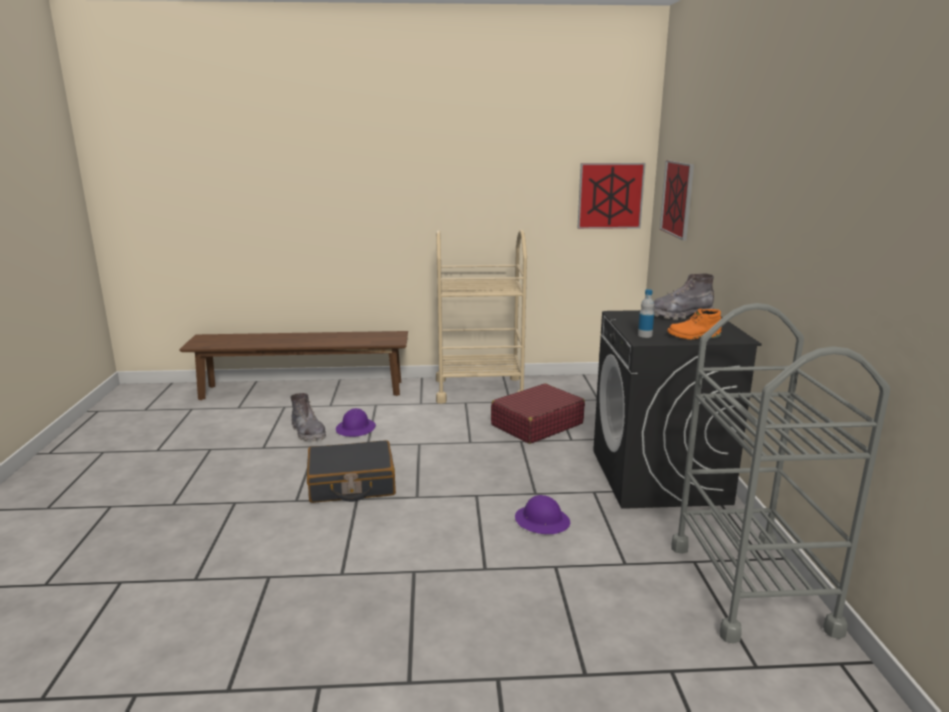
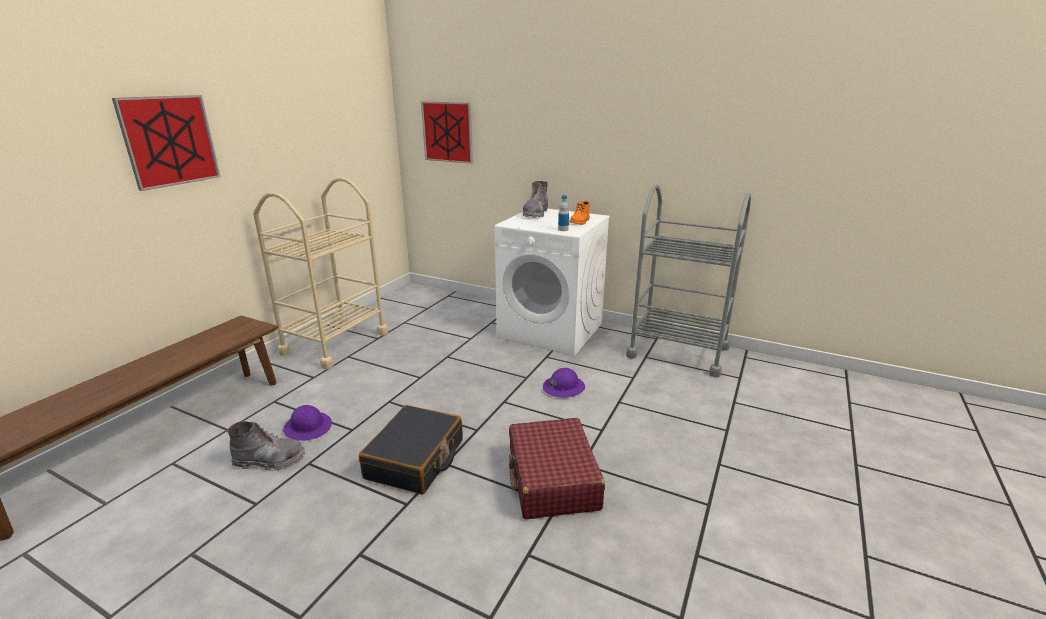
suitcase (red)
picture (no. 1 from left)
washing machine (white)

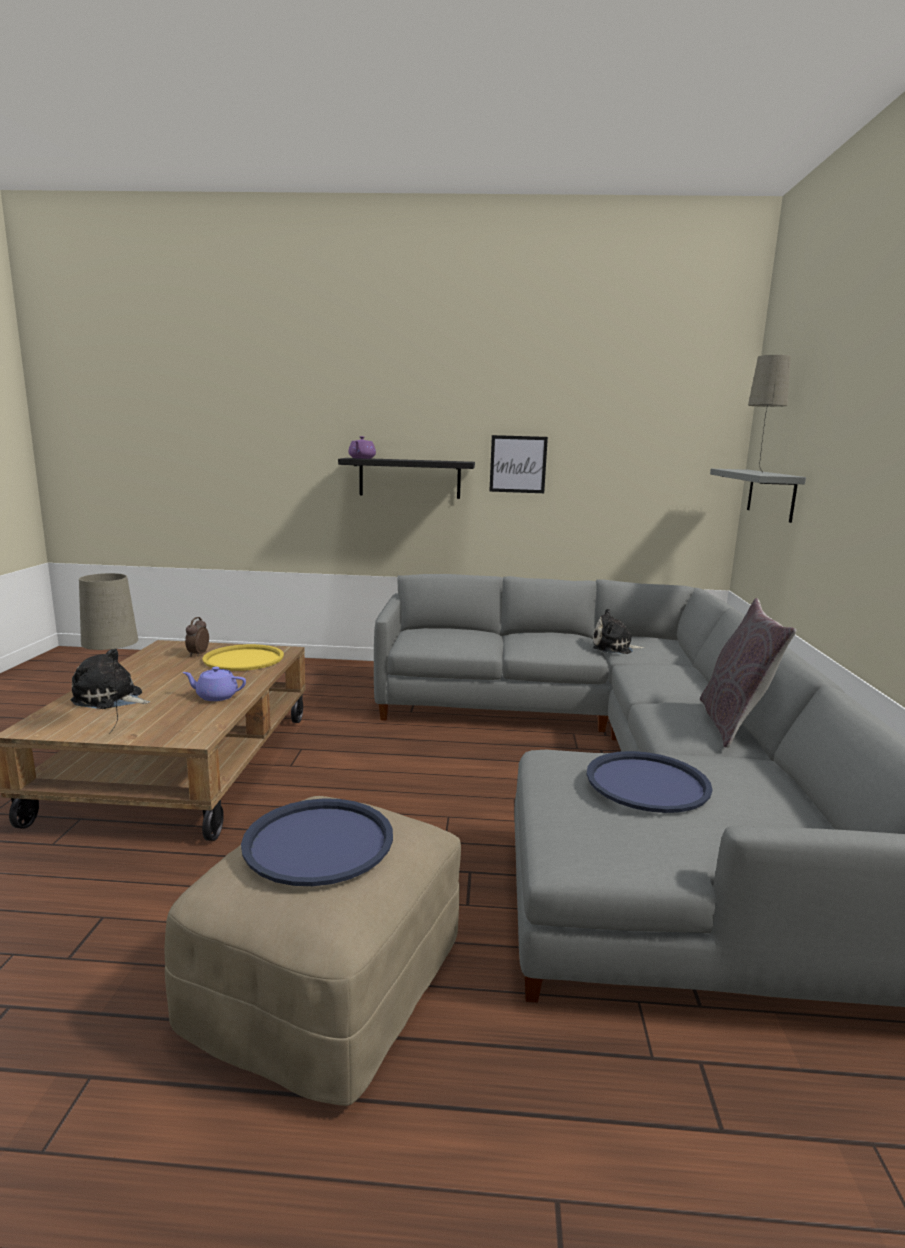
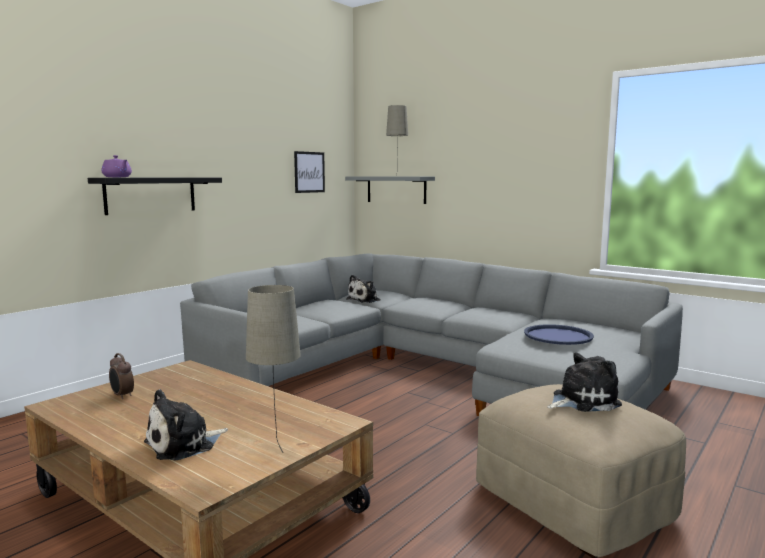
teapot (purple) (no. 1 from left in the first image)
tray (yellow)
plush toy (no. 3 from left)
picture
pillow (grey)

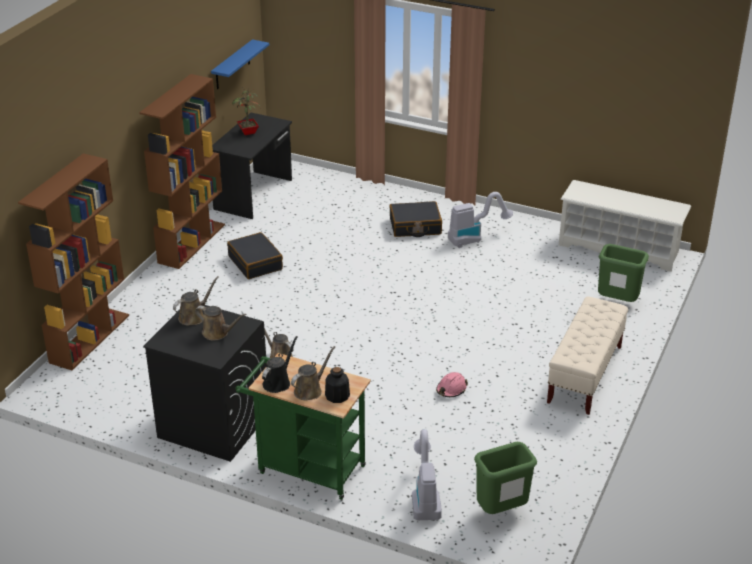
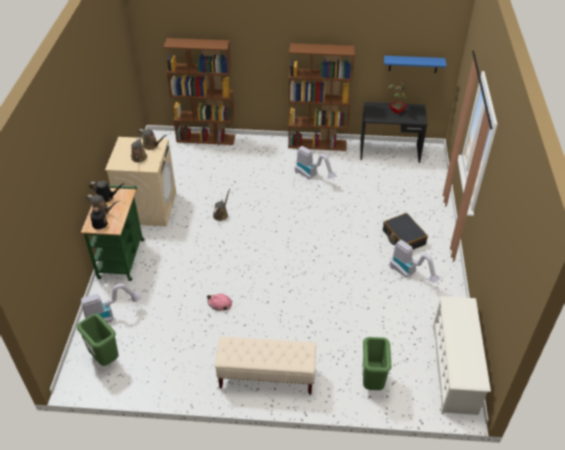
washing machine (beige)
vacuum cleaner (no. 2 from left)

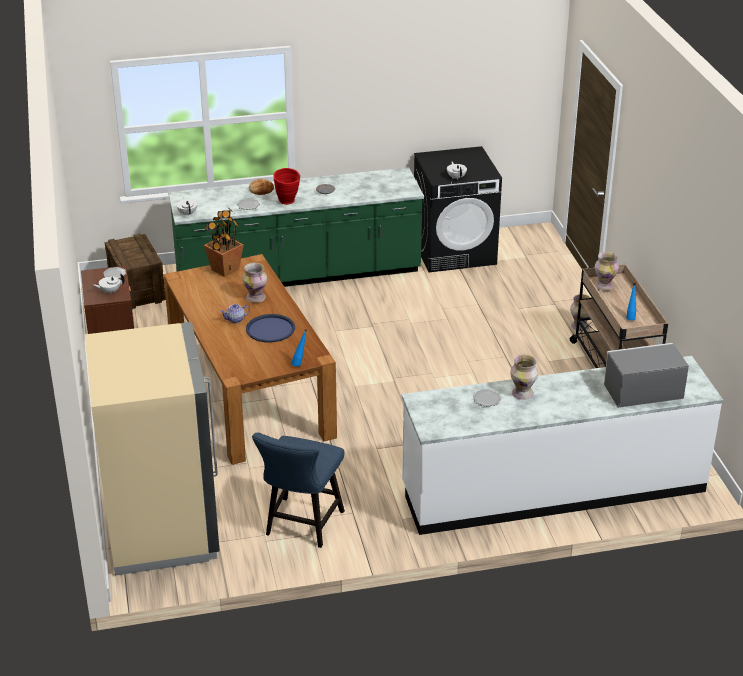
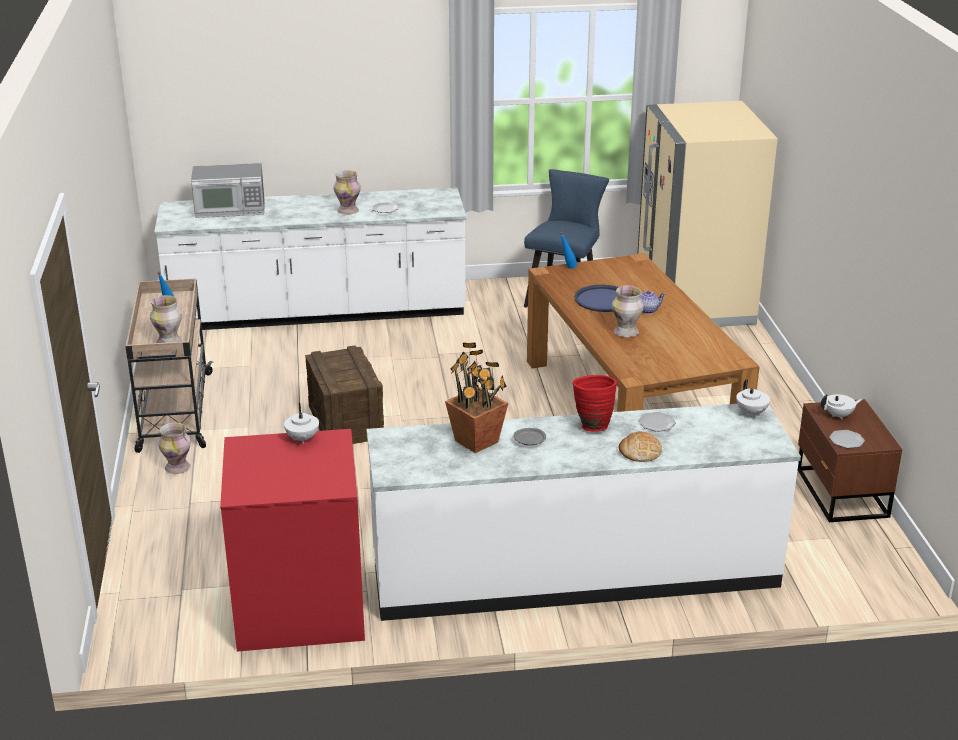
crate
counter (white) (no. 2 from left)
potted plant
washing machine (red)

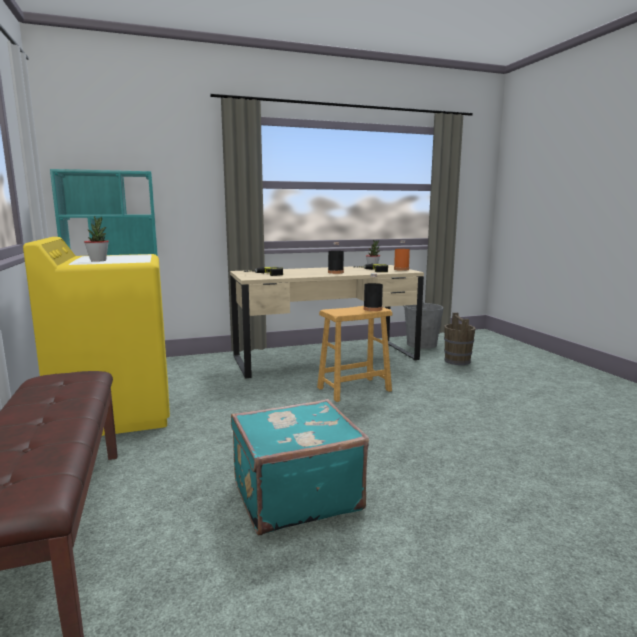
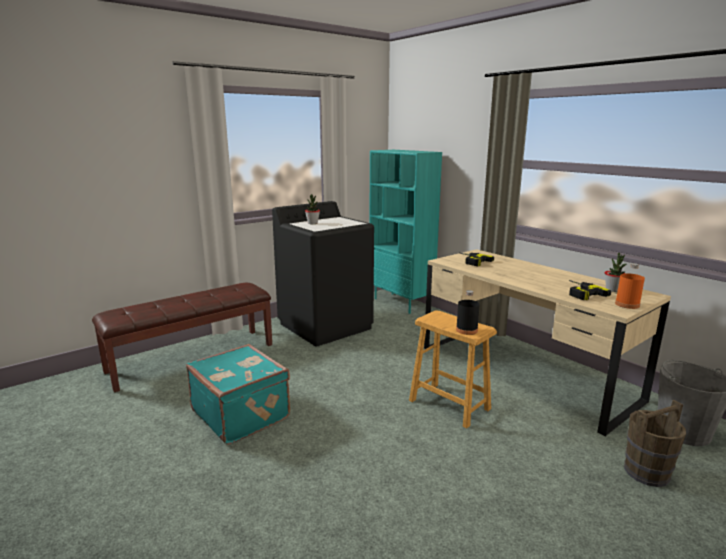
washing machine (black)
bottle (black) (no. 1 from left in the first image)

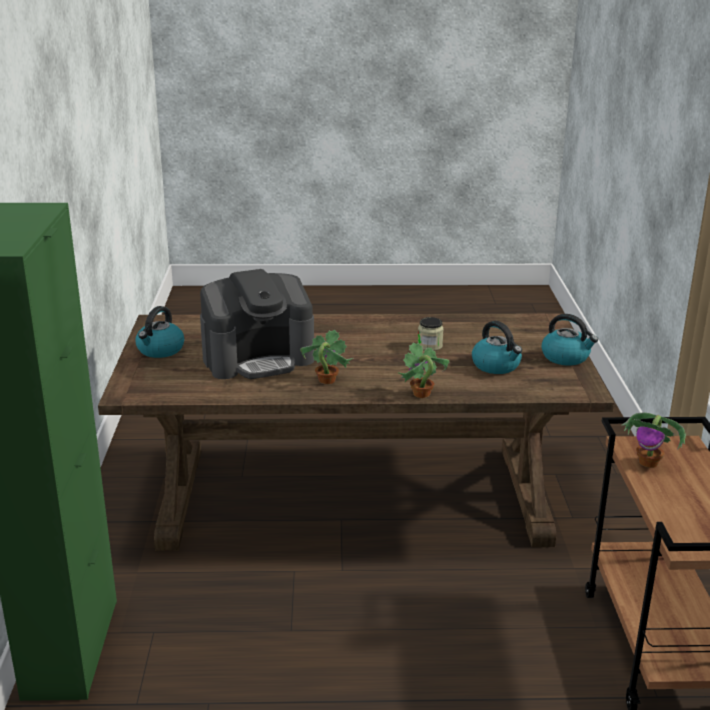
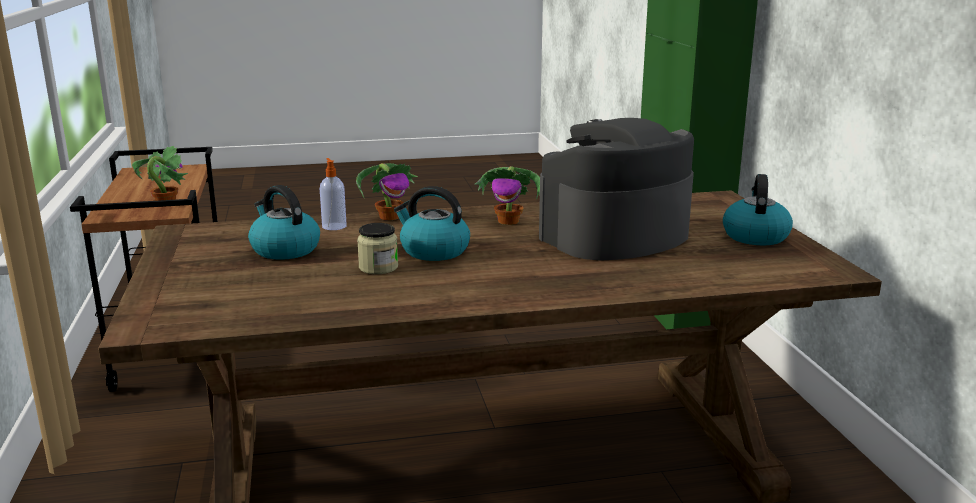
kettle (no. 2 from left)
soap dispenser

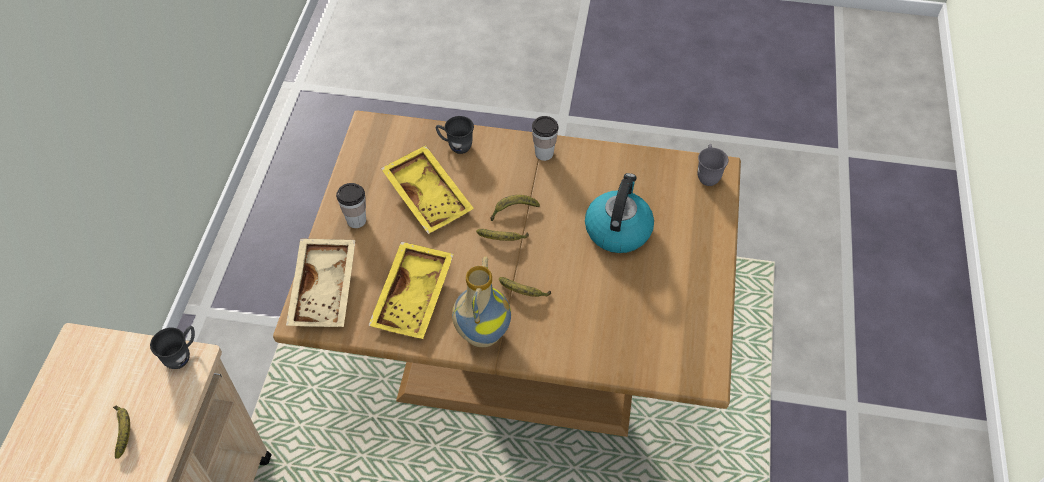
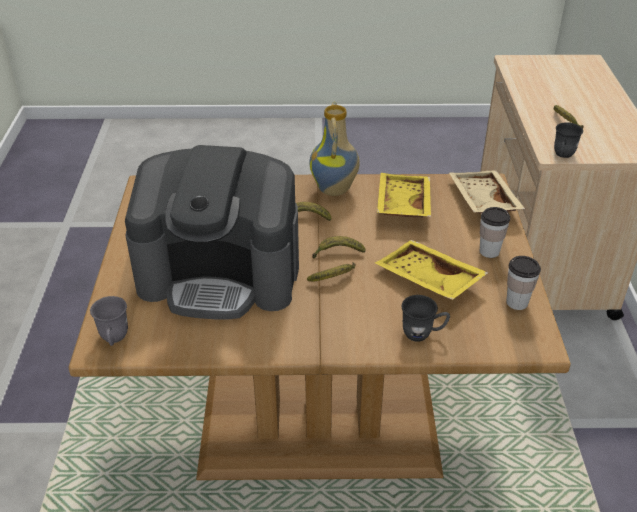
cup (no. 2 from left)
coffee machine

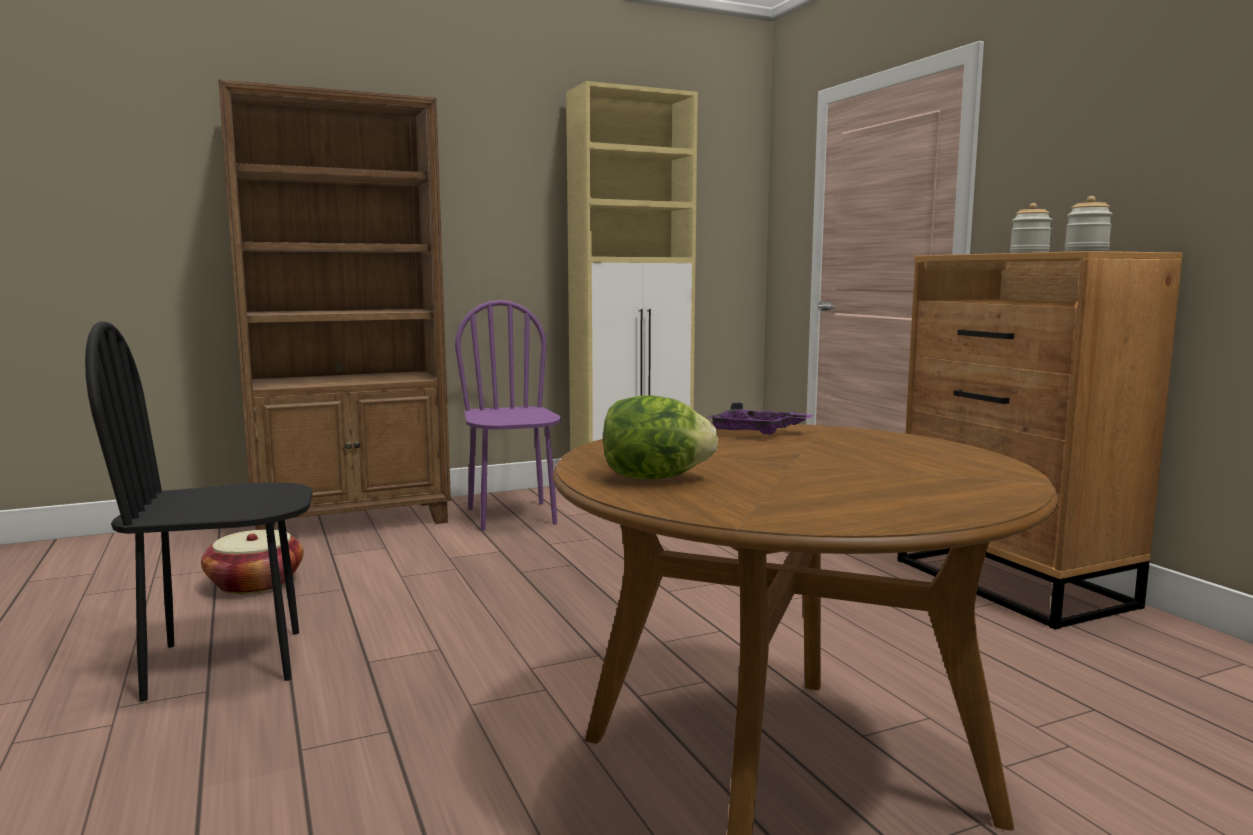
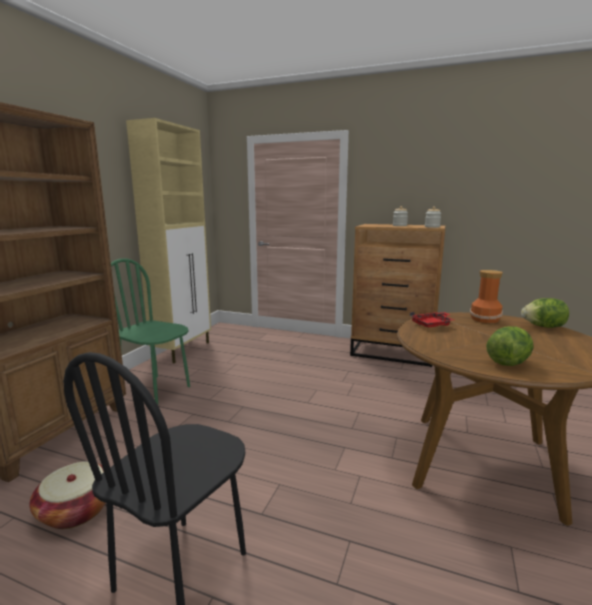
chair (green)
tray (red)
vase
lettuce (no. 2 from left)

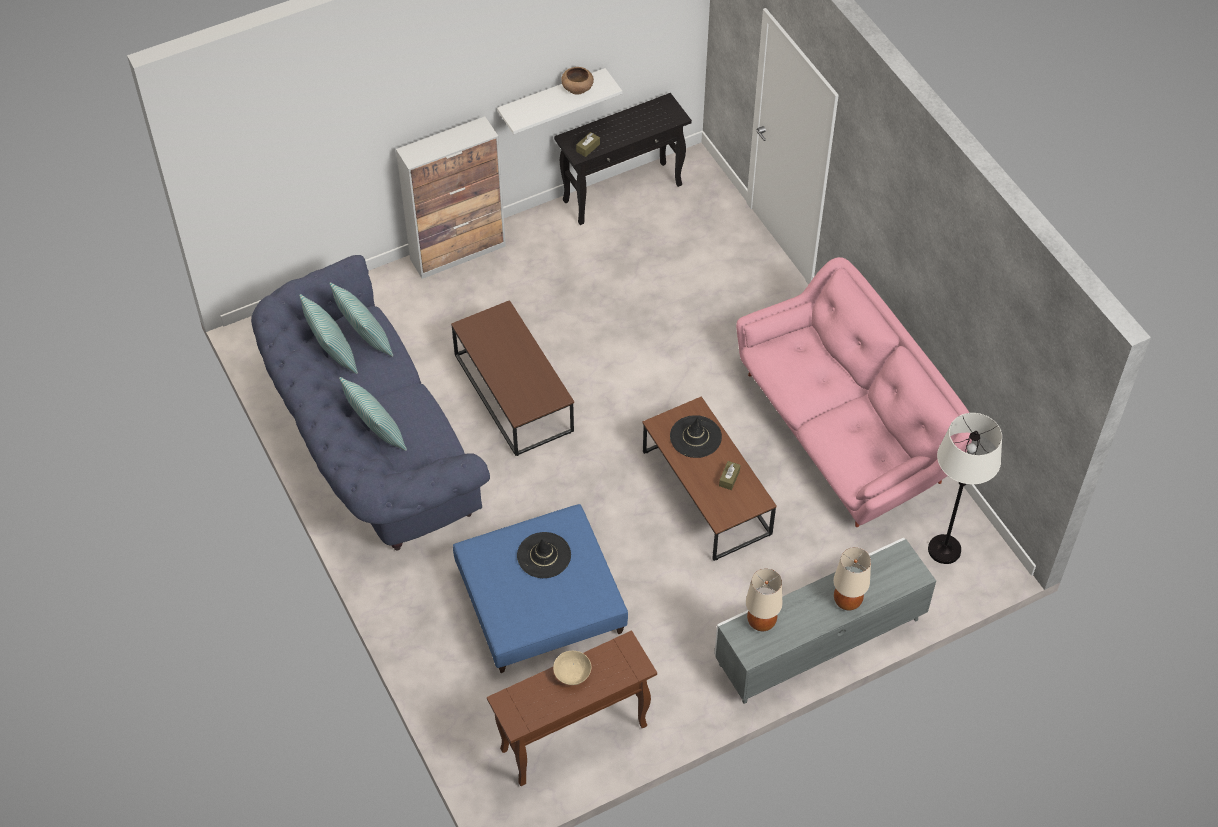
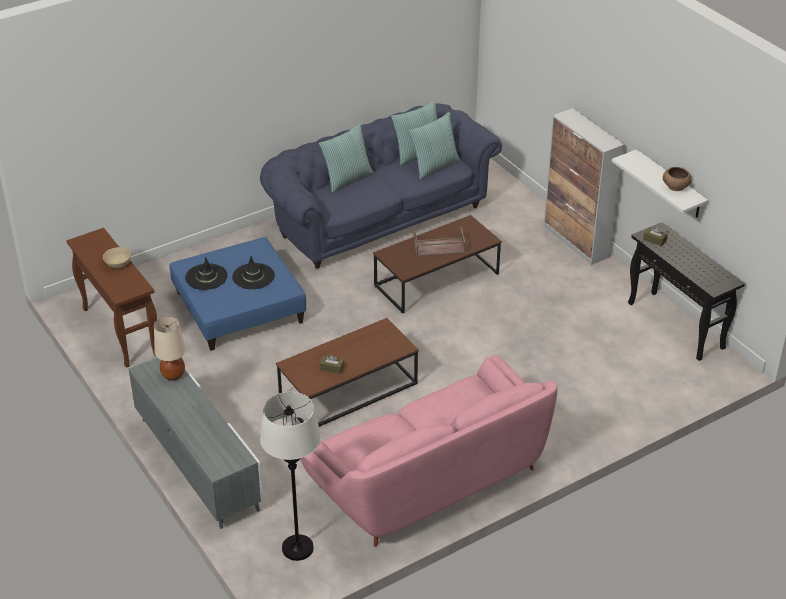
hat (black) (no. 1 from left)
table lamp (beige) (no. 2 from left in the first image)
tray (brown)

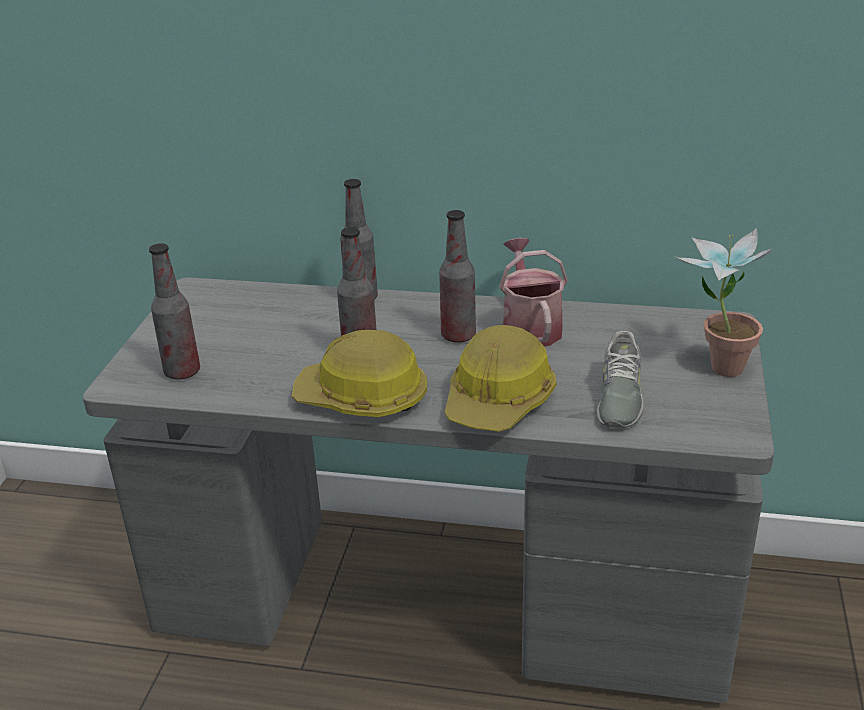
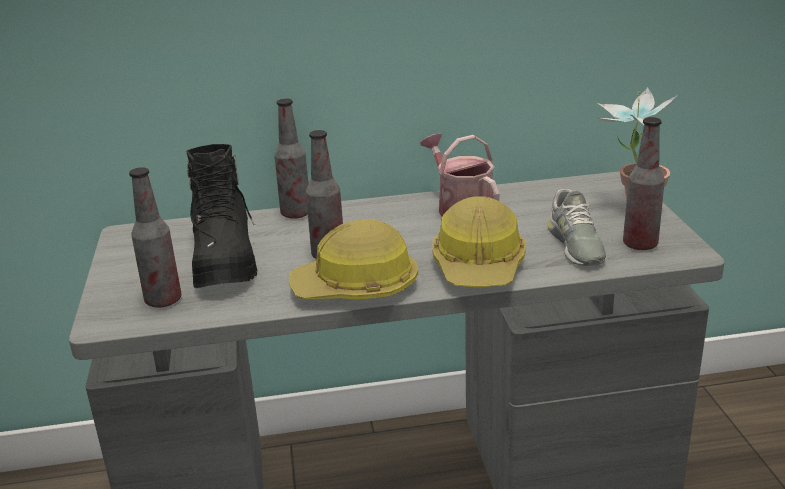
bottle (no. 4 from left)
boot (black)

